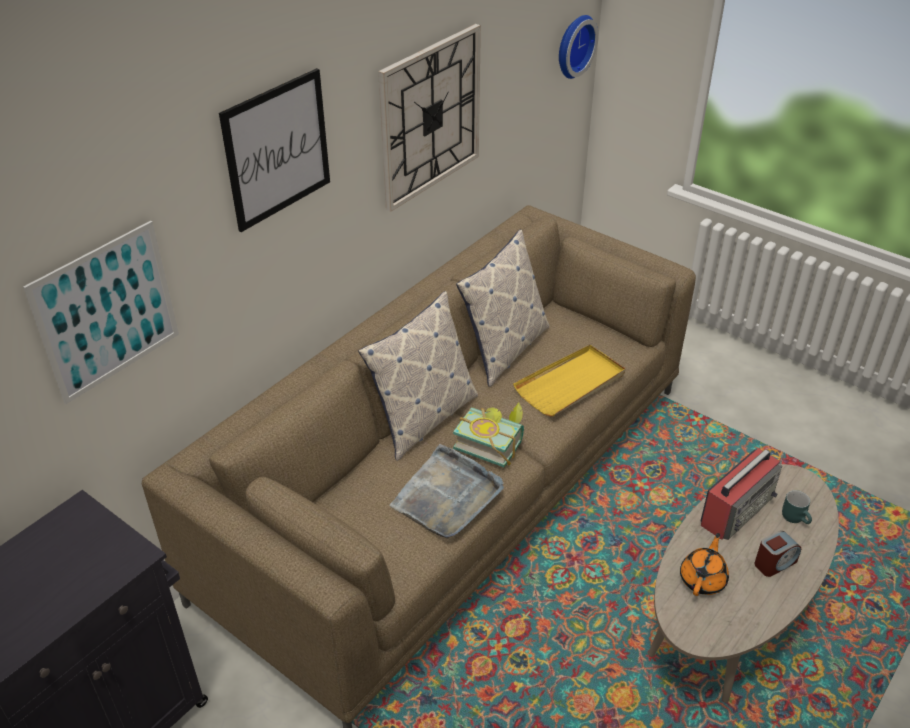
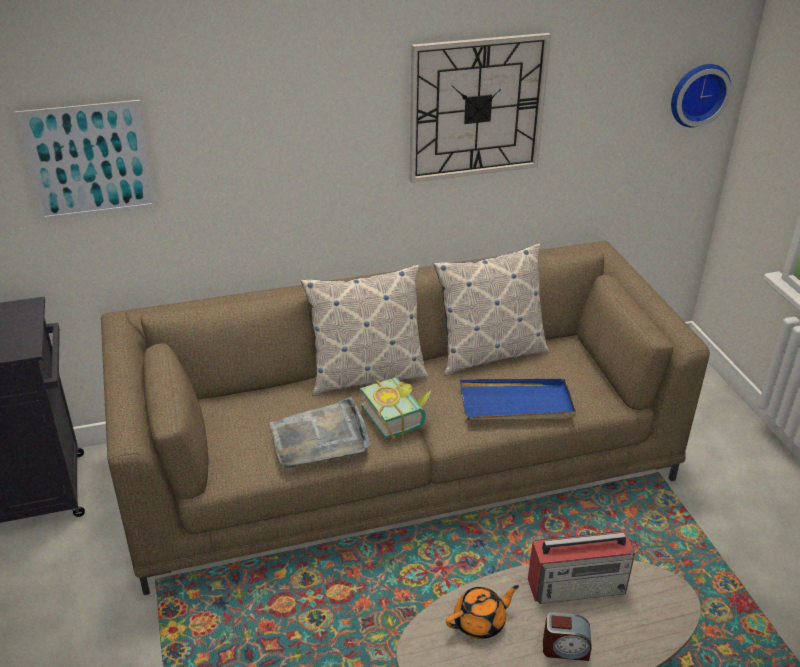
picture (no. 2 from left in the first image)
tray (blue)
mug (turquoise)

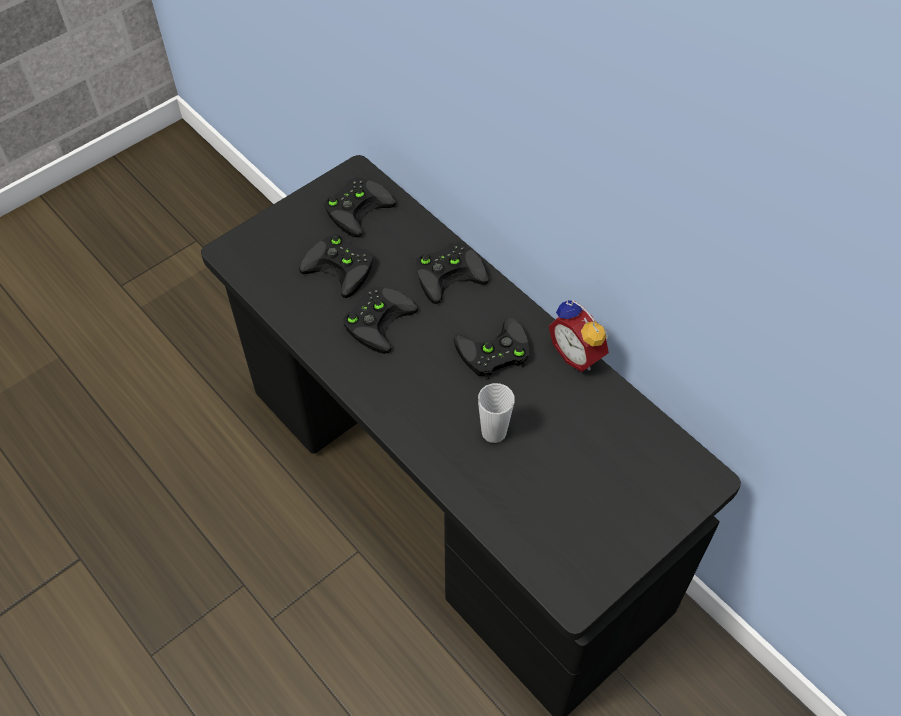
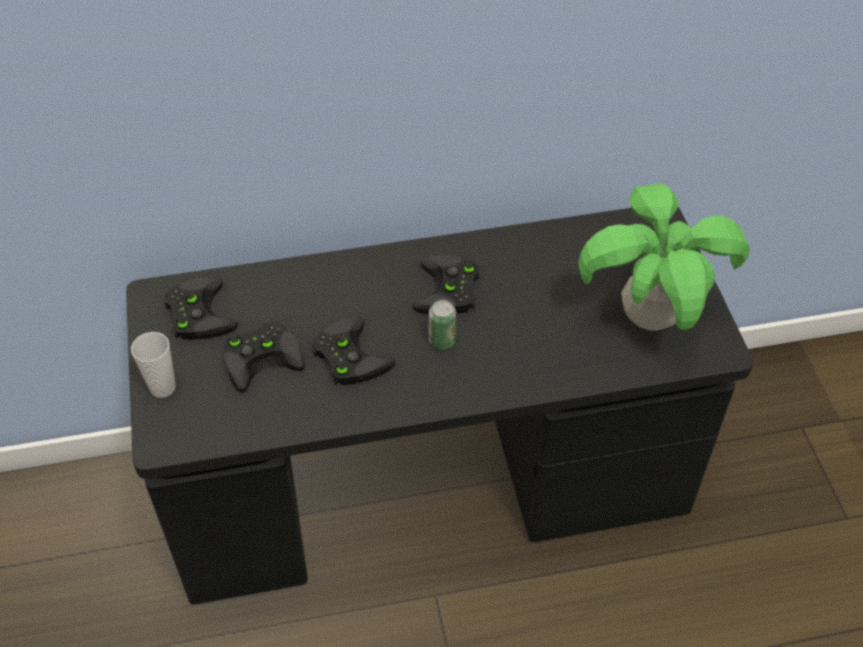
game controller (black) (no. 4 from left in the first image)
cup
alarm clock
can
potted plant

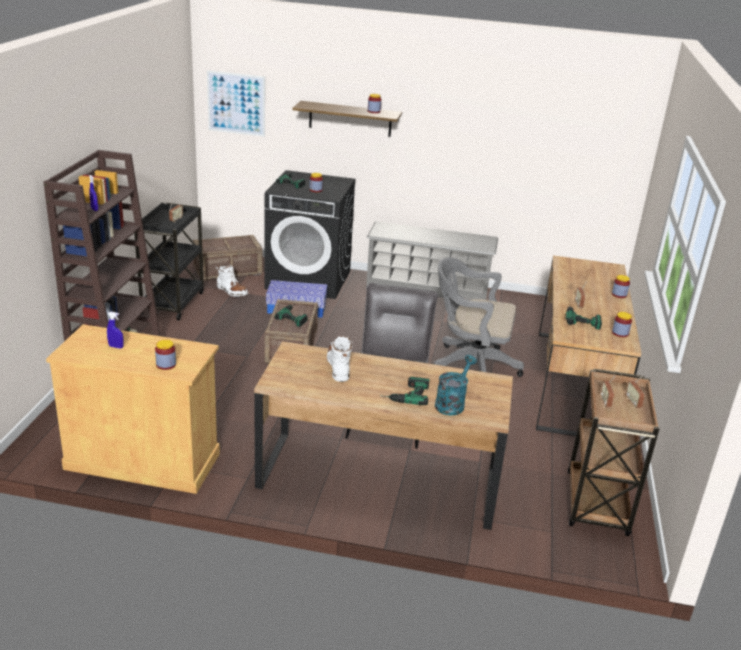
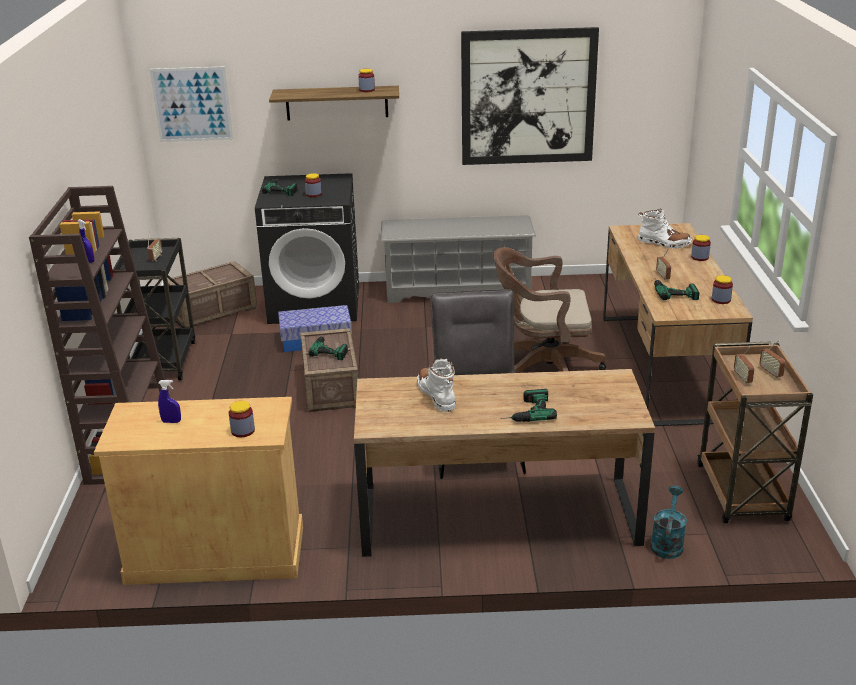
boot (white) (no. 2 from left)
office chair (brown)
watering can (turquoise)
picture (no. 2 from left)

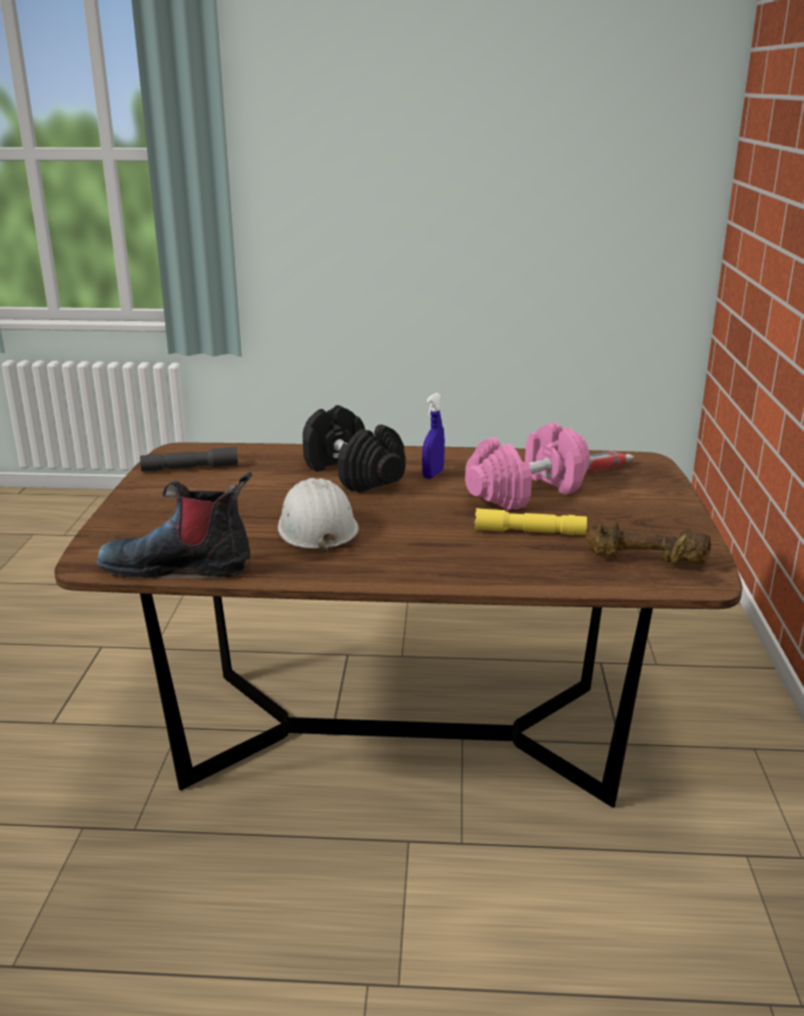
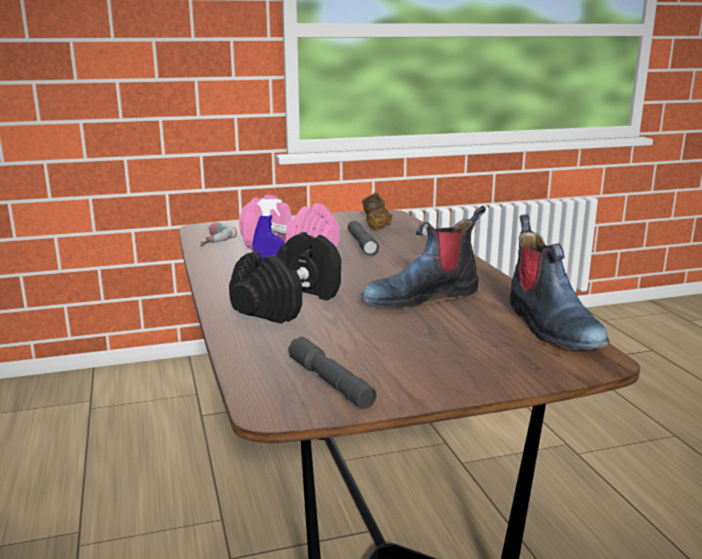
boot (no. 1 from left)
flashlight (grey) (no. 2 from left)

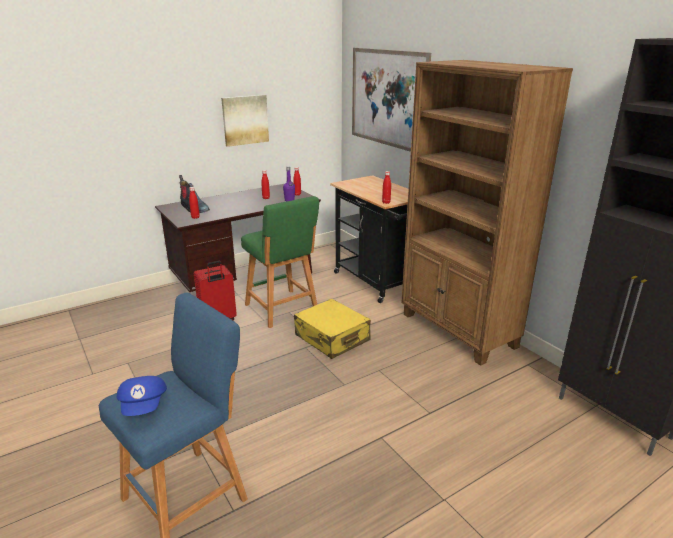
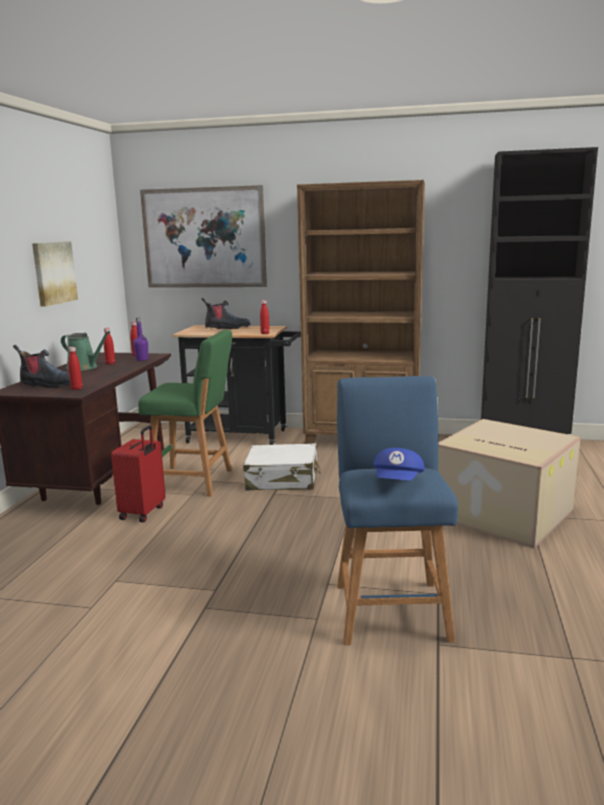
cap (blue)
suitcase (white)
watering can (green)
boot (no. 2 from left)
cardboard box

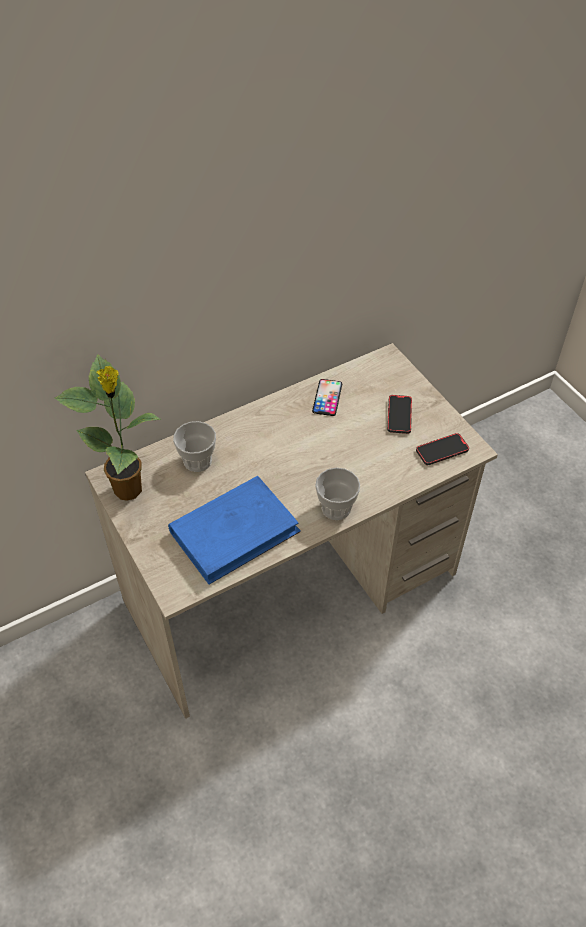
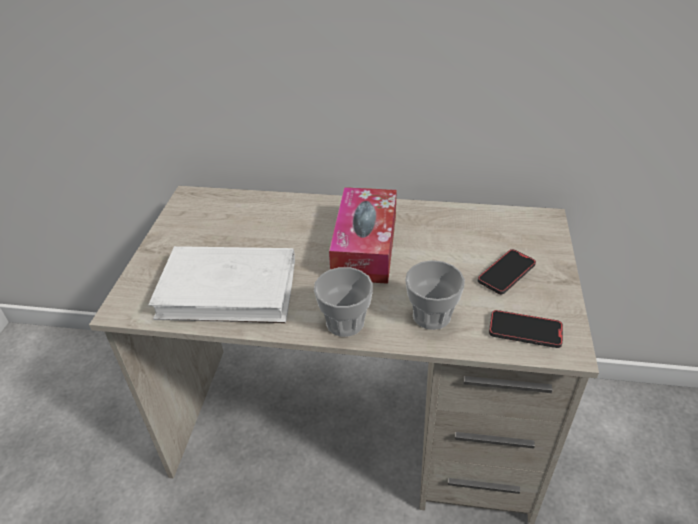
potted plant
book (white)
cup (no. 2 from left)
phone (no. 1 from left in the first image)
tissue box

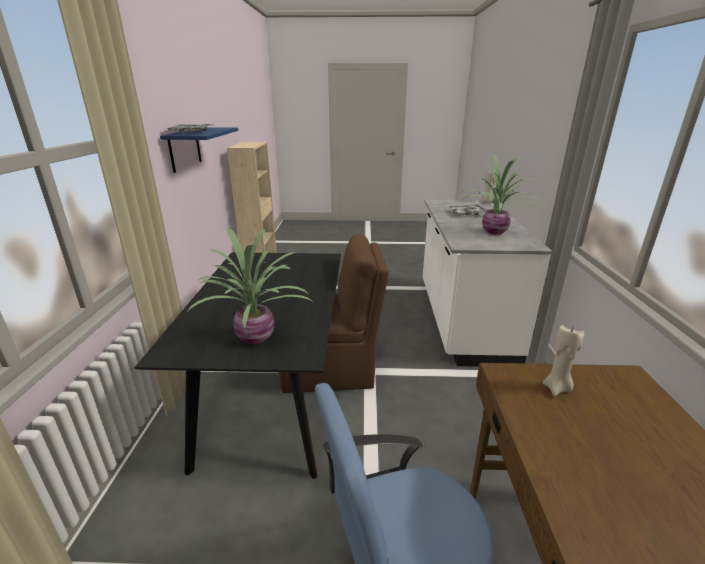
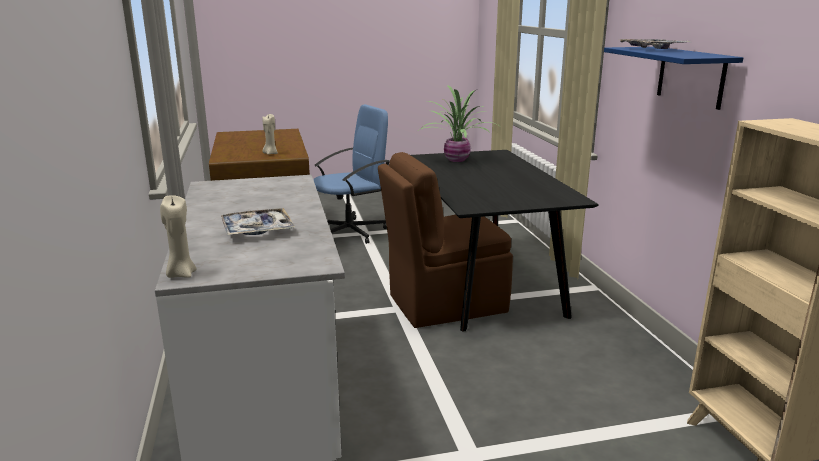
potted plant (no. 2 from left in the first image)

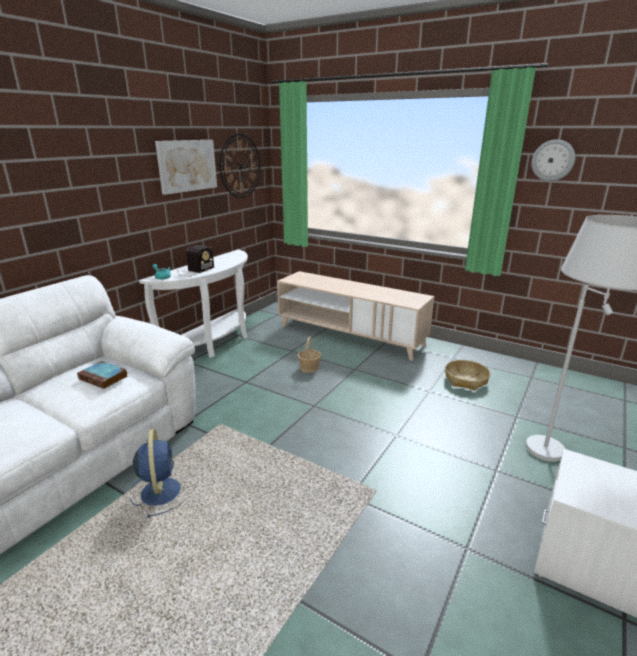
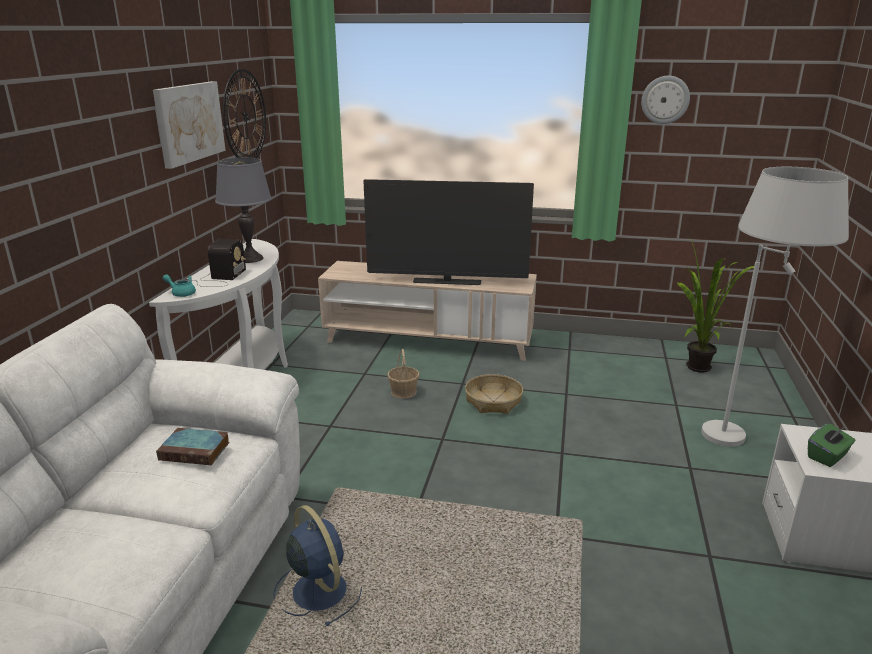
basket (no. 2 from left)
table lamp (grey)
television
potted plant
tissue box (green)

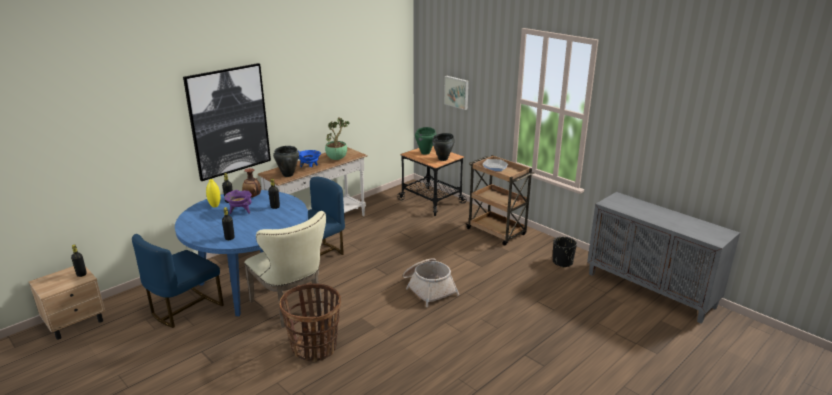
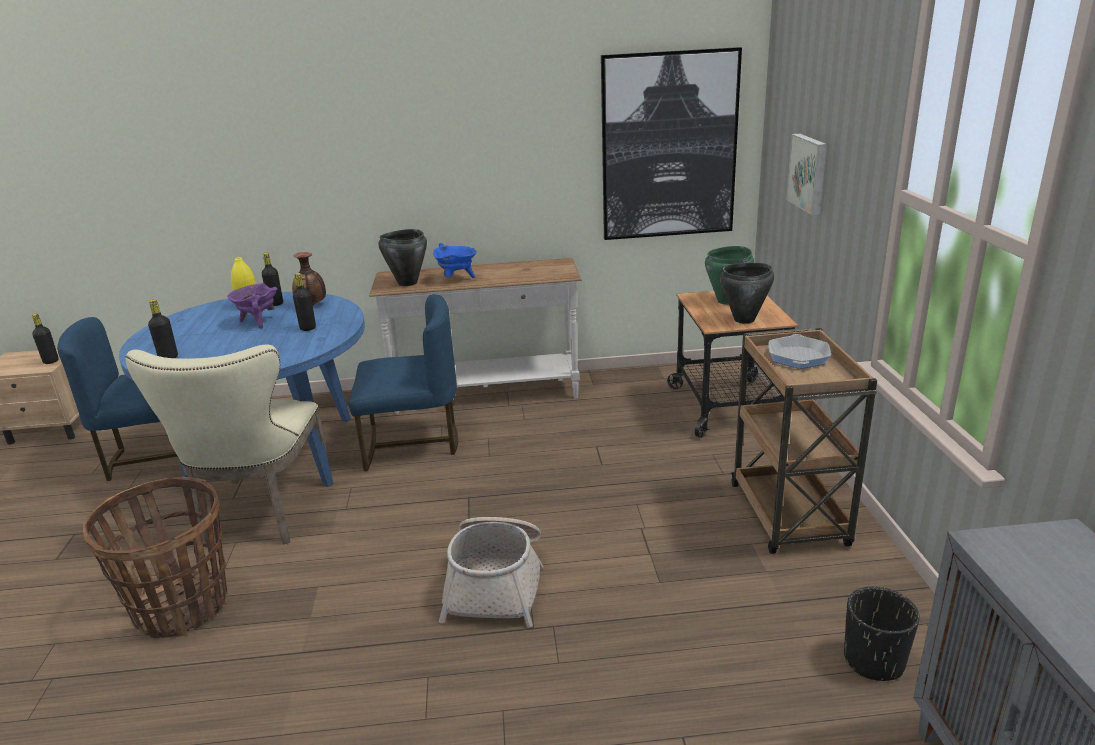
picture (no. 1 from left)
potted plant

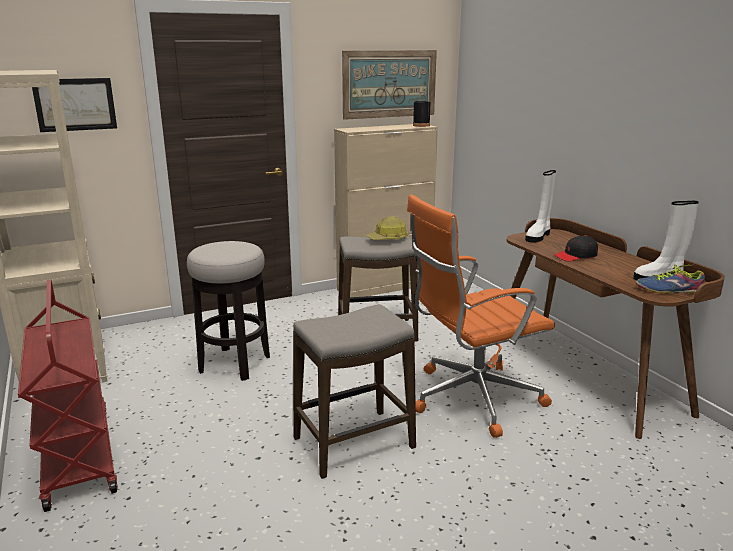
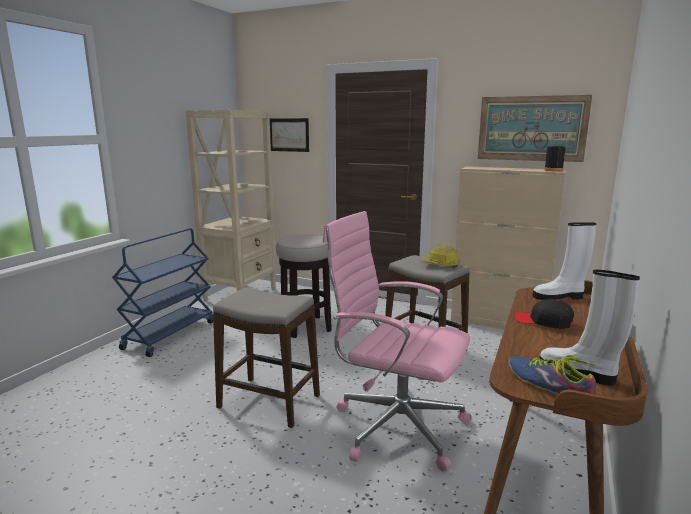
cart (blue)
office chair (pink)

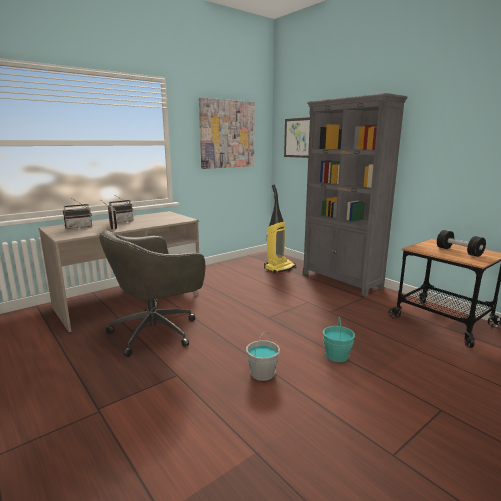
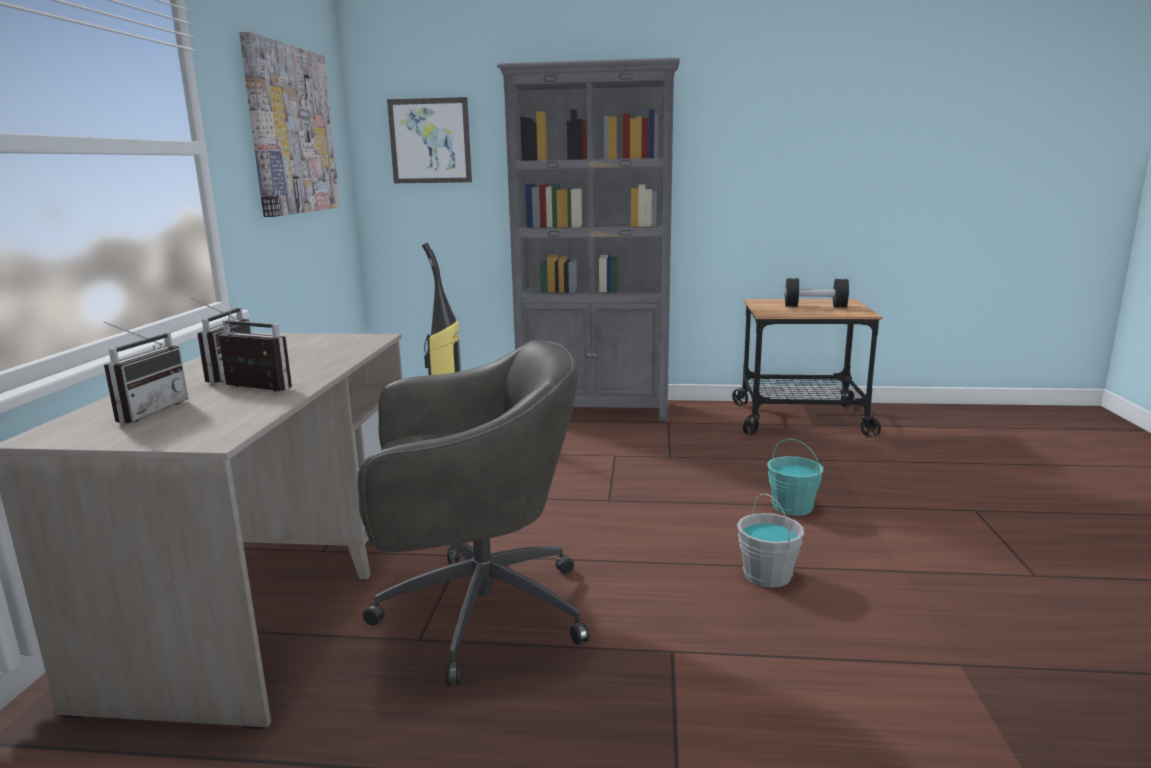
office chair (grey)

